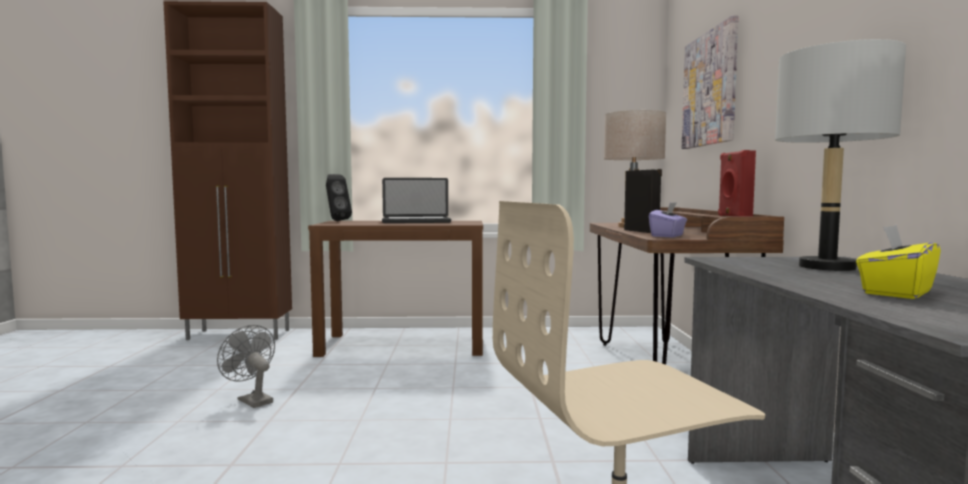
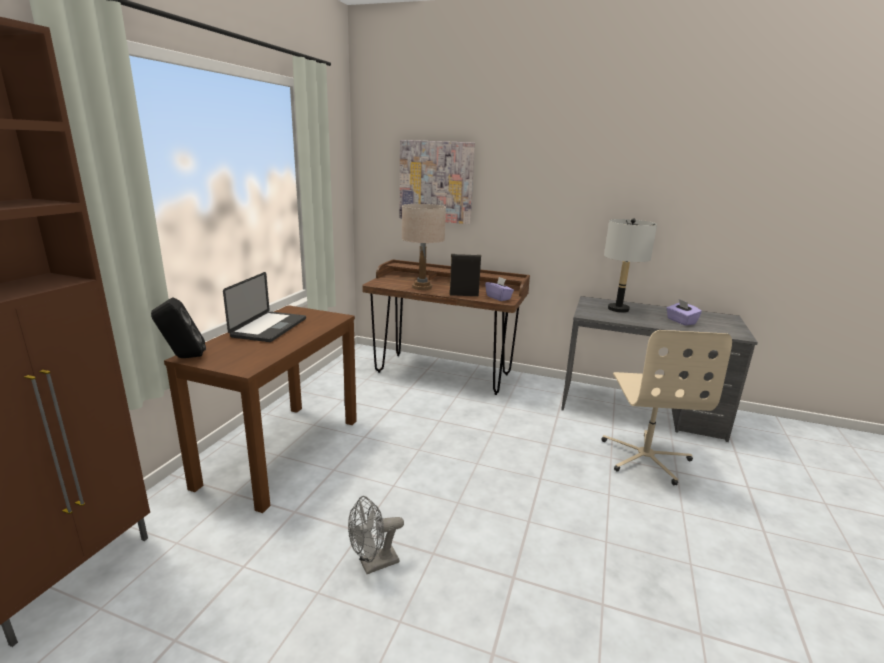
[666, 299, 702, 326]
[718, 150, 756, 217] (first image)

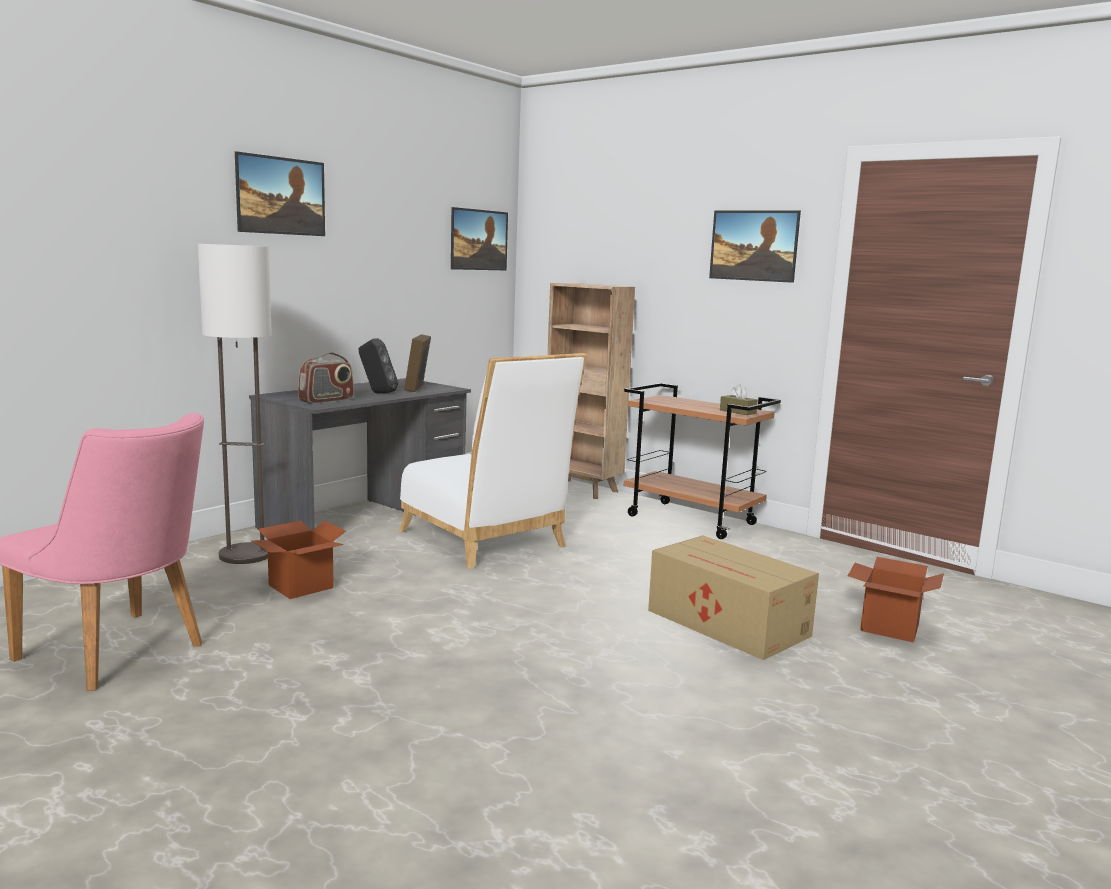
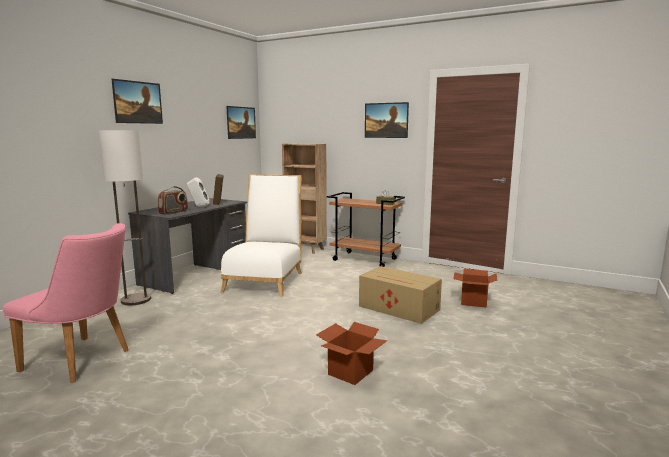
[187, 177, 210, 207]
[220, 174, 302, 297]
[316, 322, 388, 385]

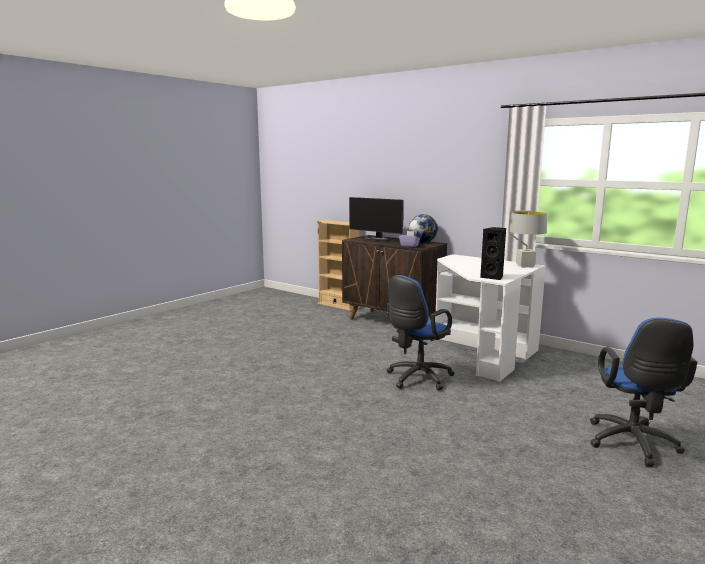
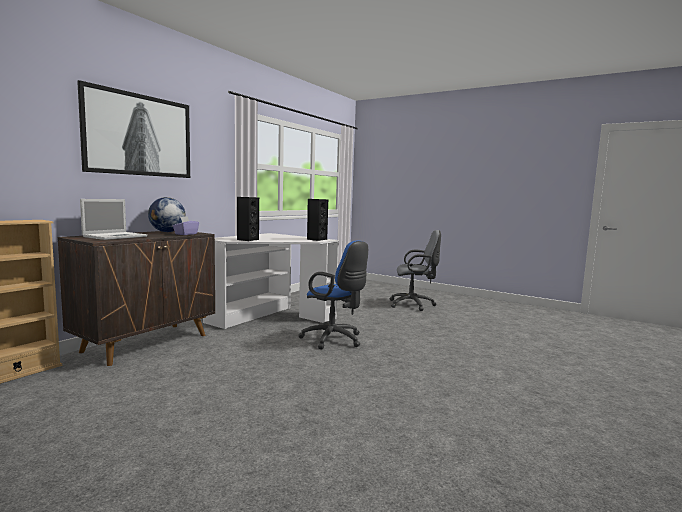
[77, 80, 190, 178]
[80, 199, 147, 240]
[237, 197, 259, 241]
[389, 230, 441, 311]
[508, 211, 547, 268] (first image)

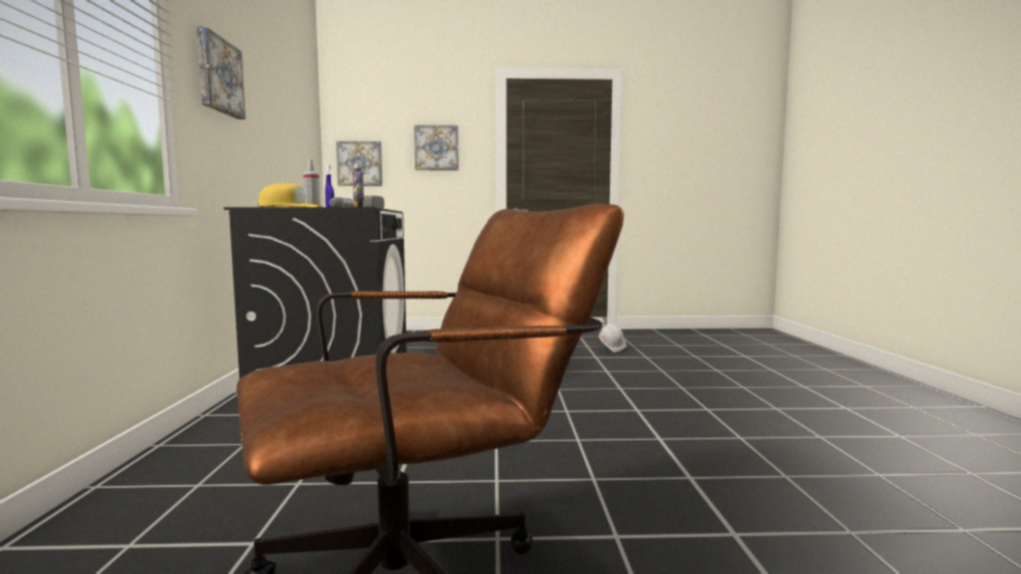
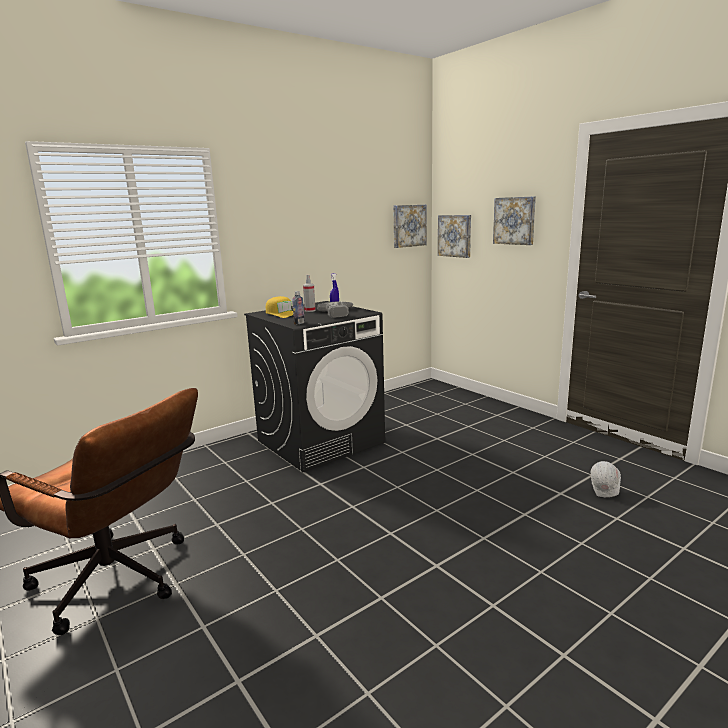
[393, 205, 427, 248]

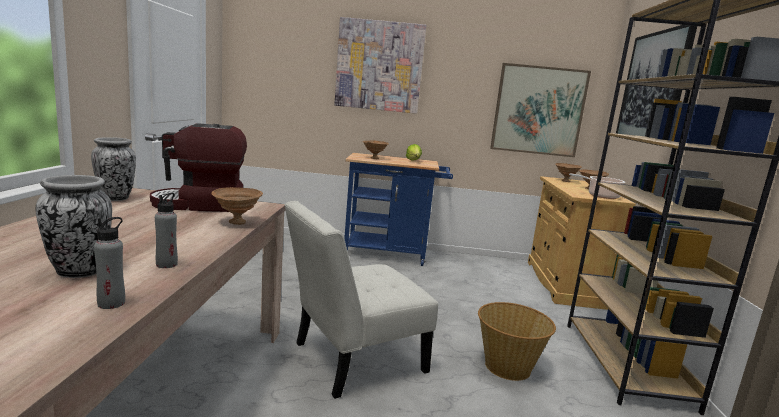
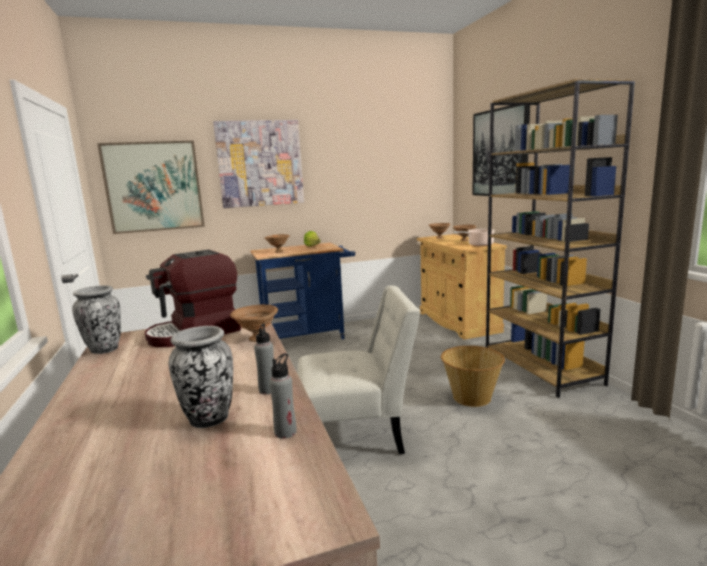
[97, 141, 205, 234]
[297, 286, 420, 454]

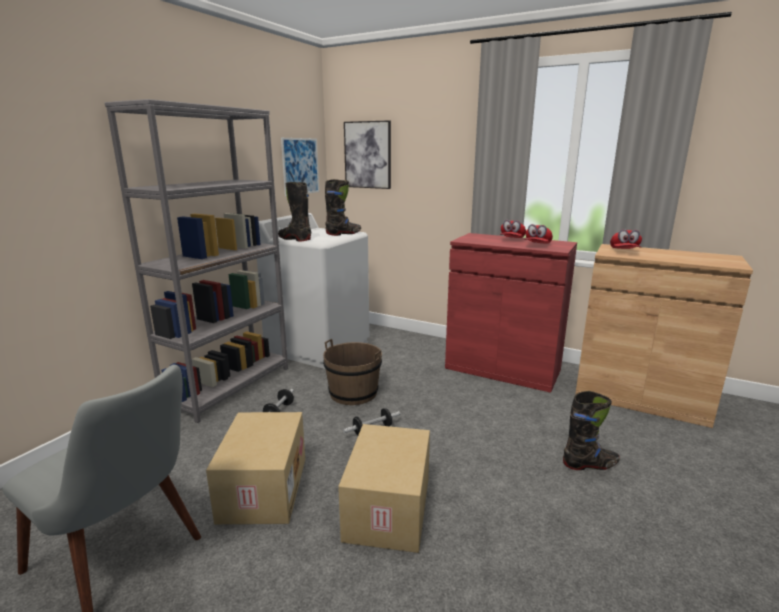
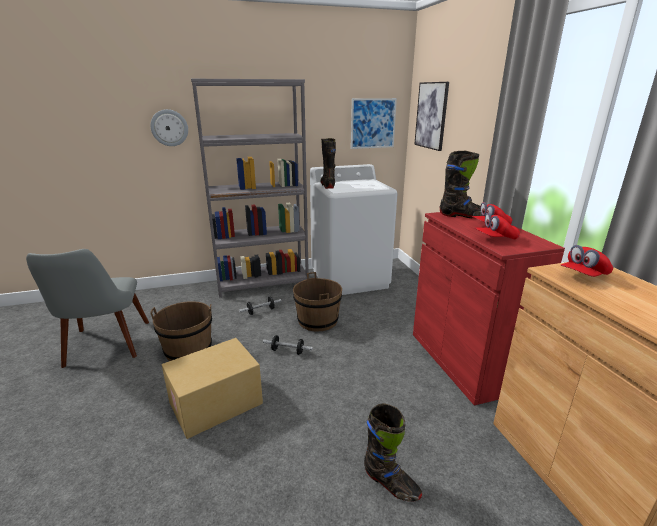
[150, 109, 188, 146]
[150, 301, 212, 361]
[440, 151, 482, 218]

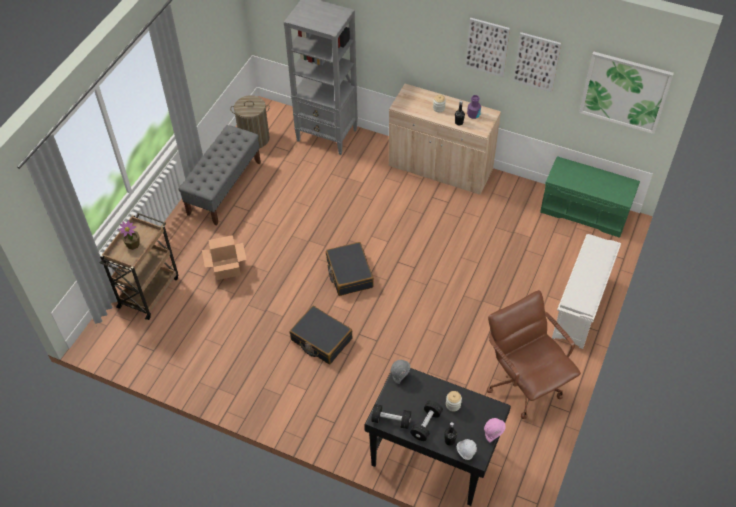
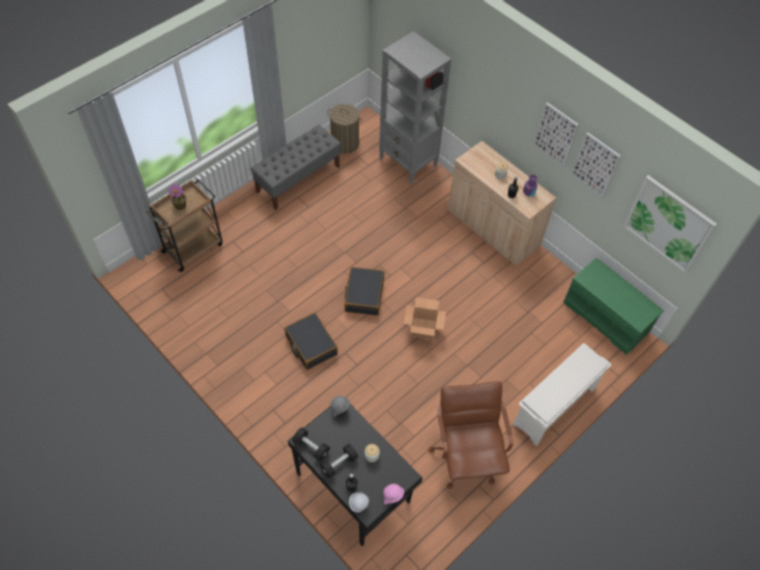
[404, 297, 446, 340]

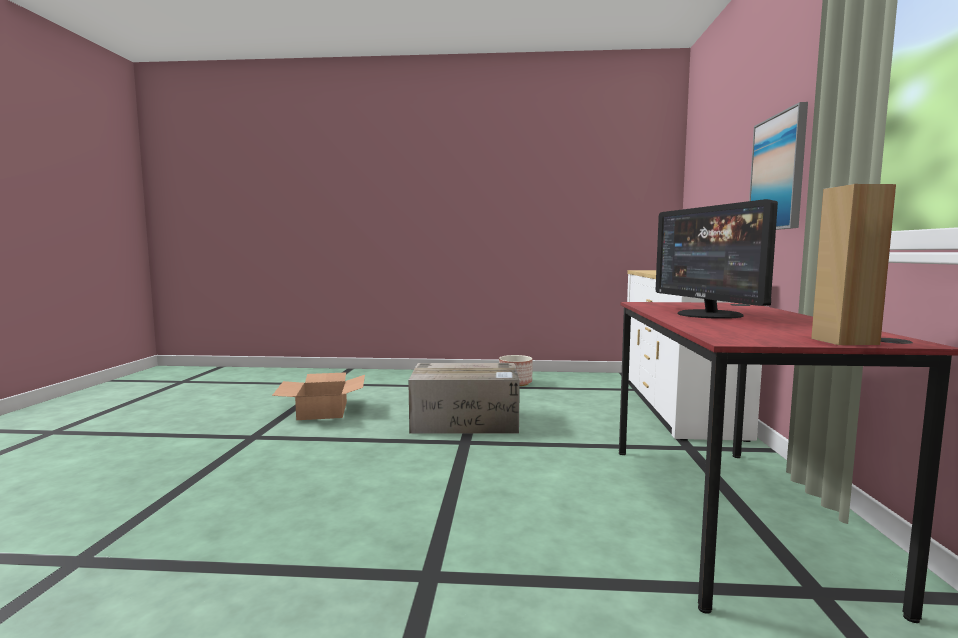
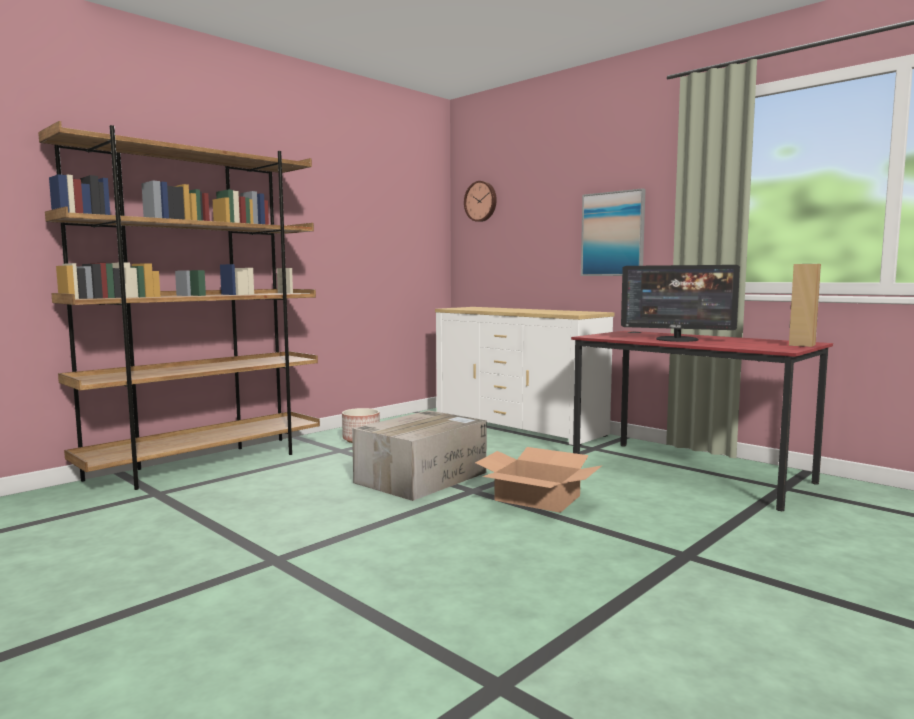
[38, 121, 320, 490]
[464, 181, 497, 222]
[475, 447, 601, 513]

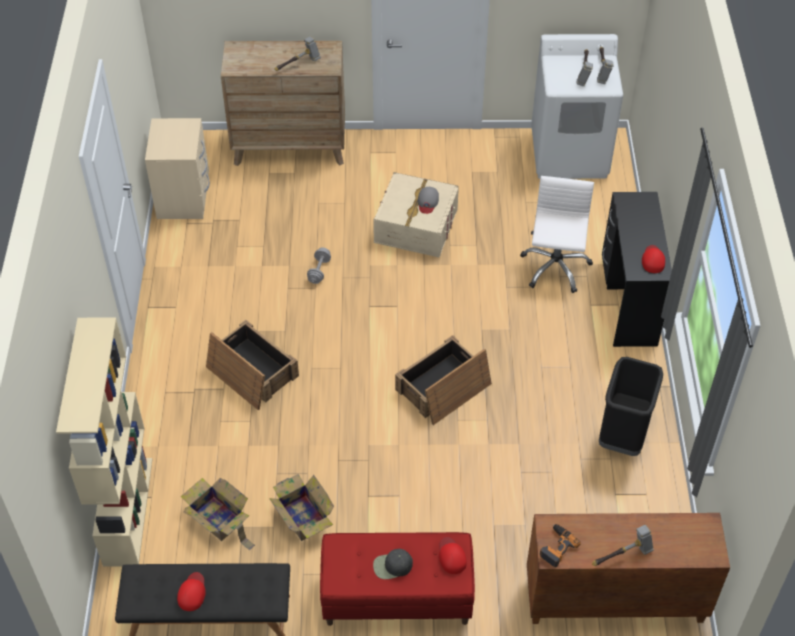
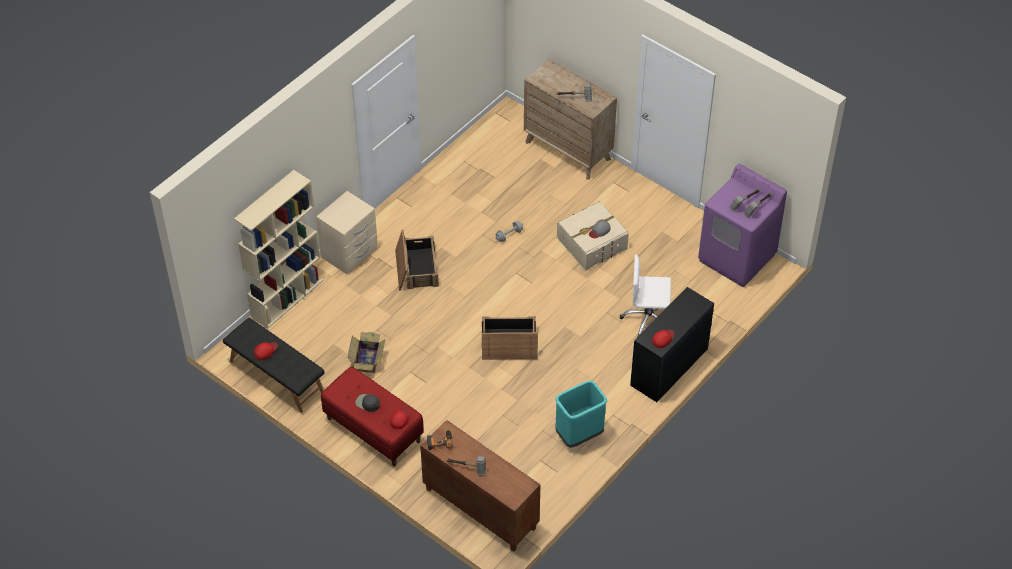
[316, 191, 378, 274]
[555, 381, 607, 448]
[620, 254, 671, 336]
[698, 164, 787, 287]
[181, 478, 255, 551] (first image)

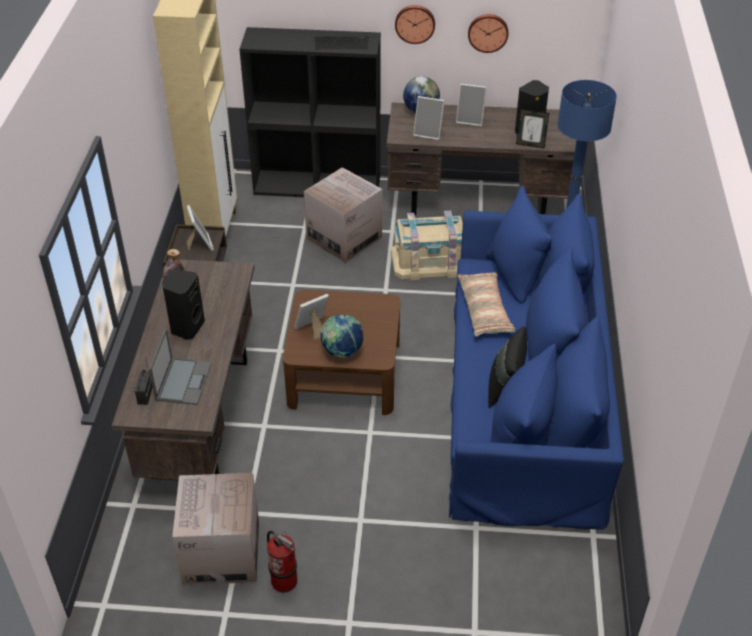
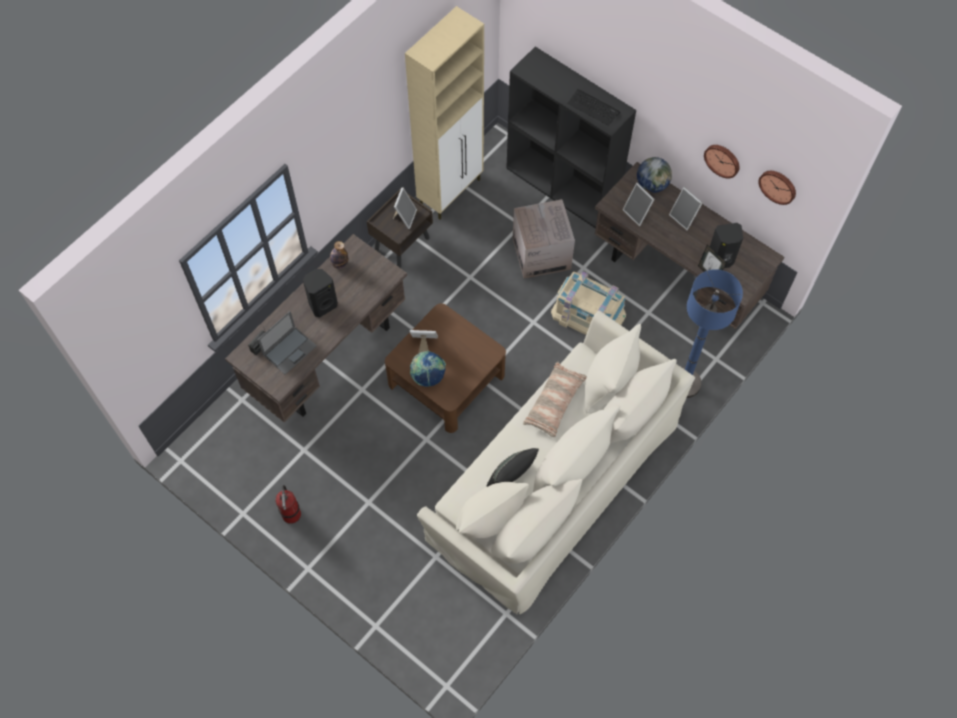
[417, 310, 695, 614]
[758, 171, 796, 205]
[172, 473, 259, 585] (first image)

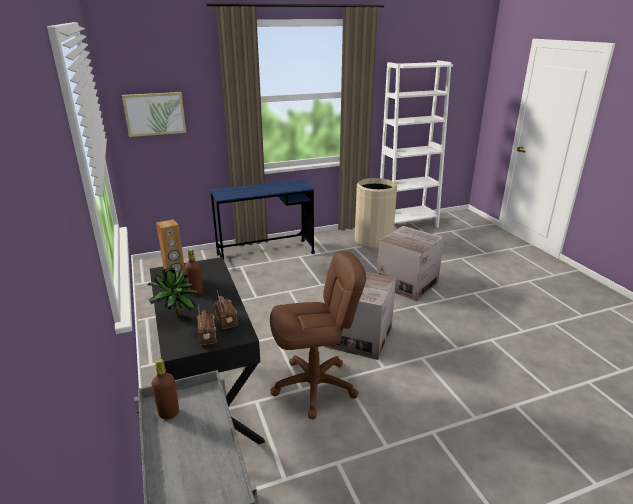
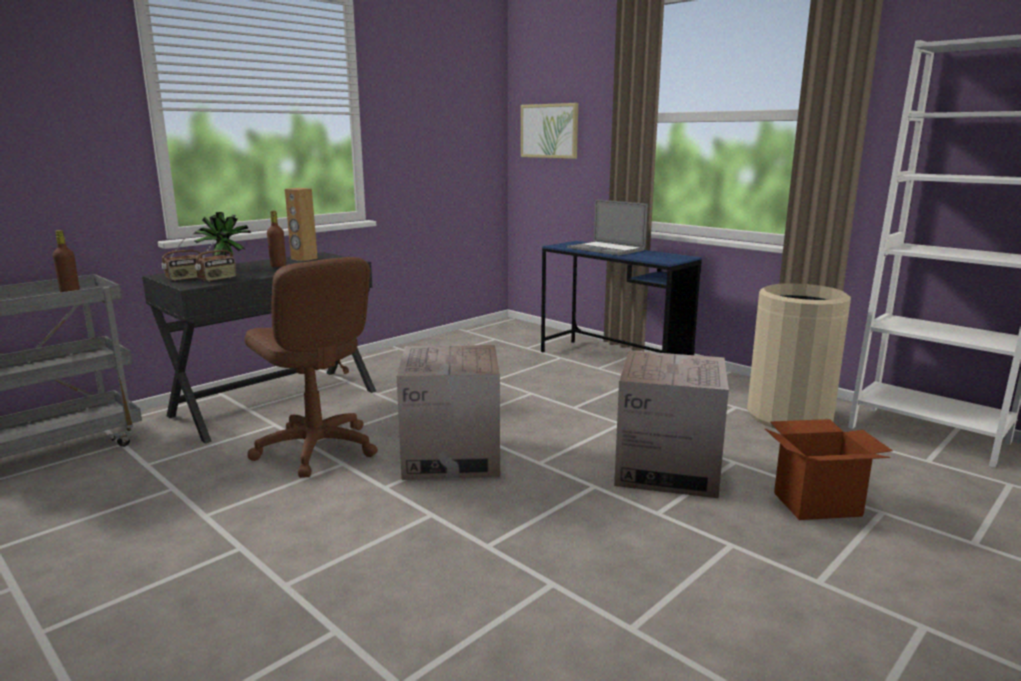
[567, 199, 648, 256]
[765, 419, 893, 520]

